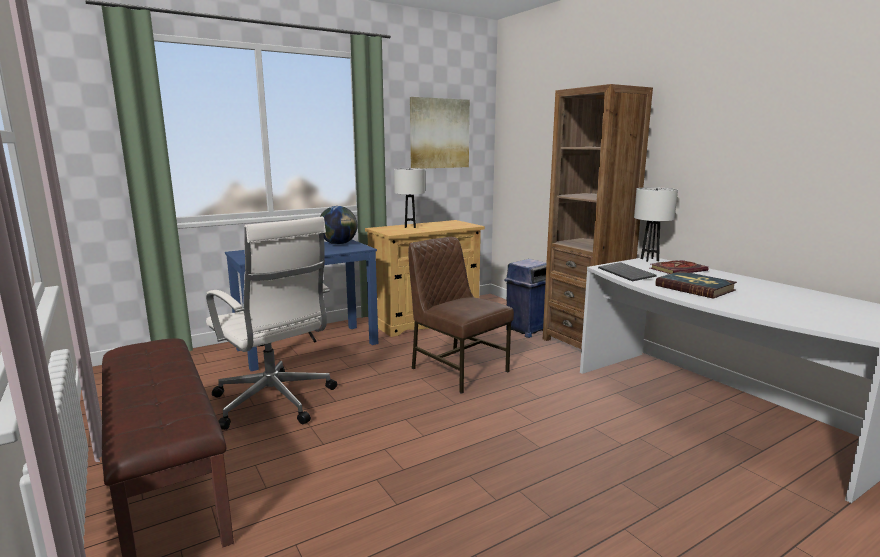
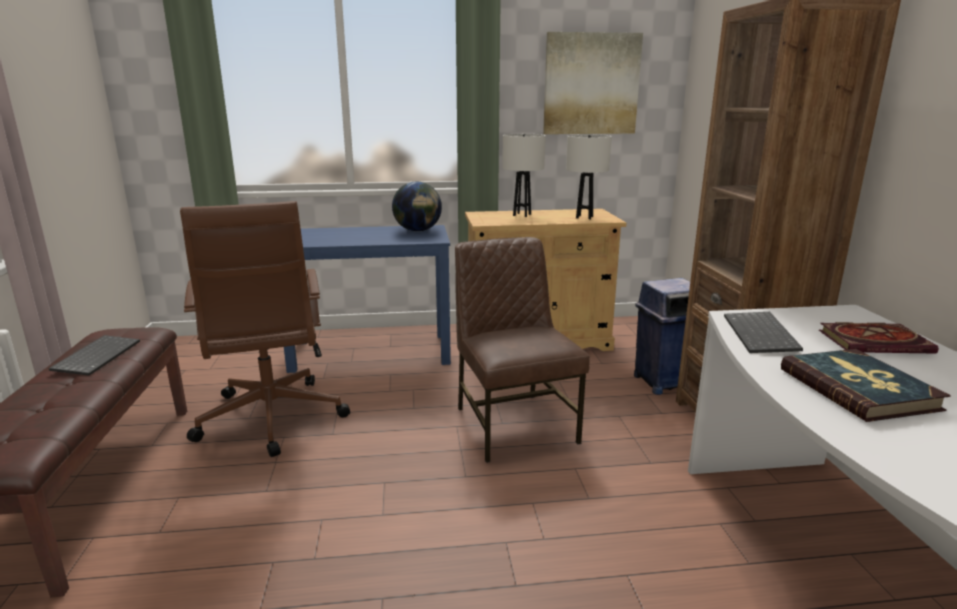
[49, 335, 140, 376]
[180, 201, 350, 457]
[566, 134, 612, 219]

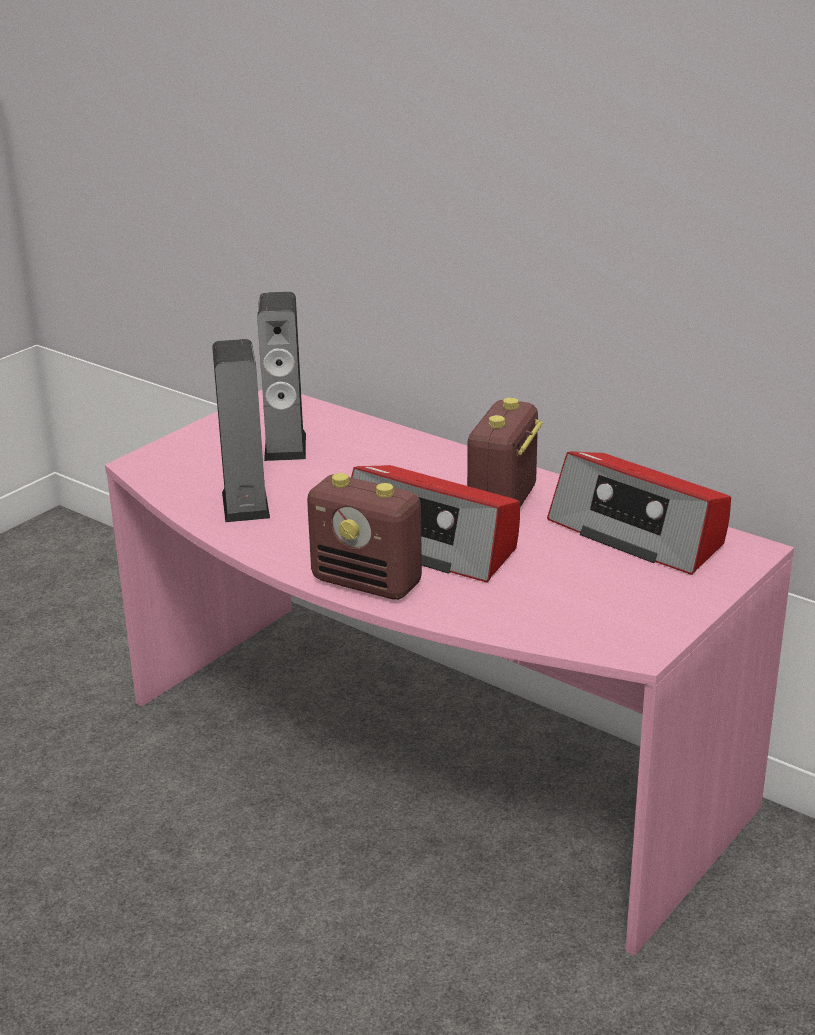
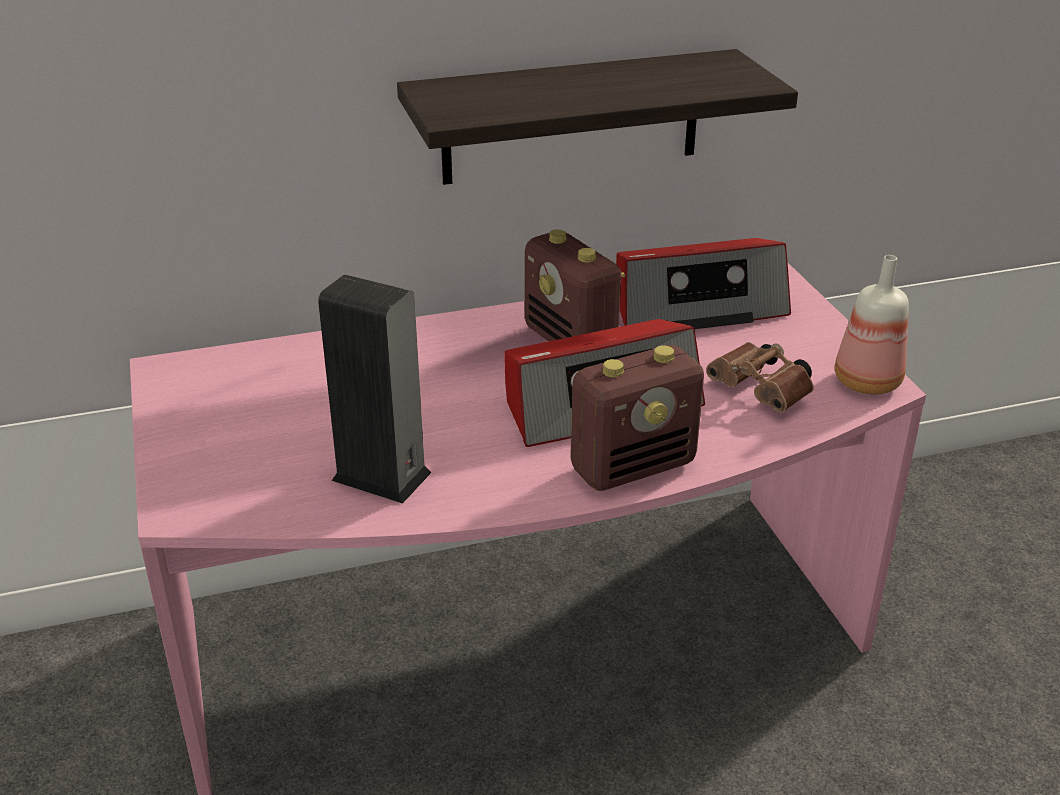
[397, 49, 798, 185]
[706, 342, 814, 413]
[835, 255, 909, 394]
[257, 292, 306, 461] (first image)

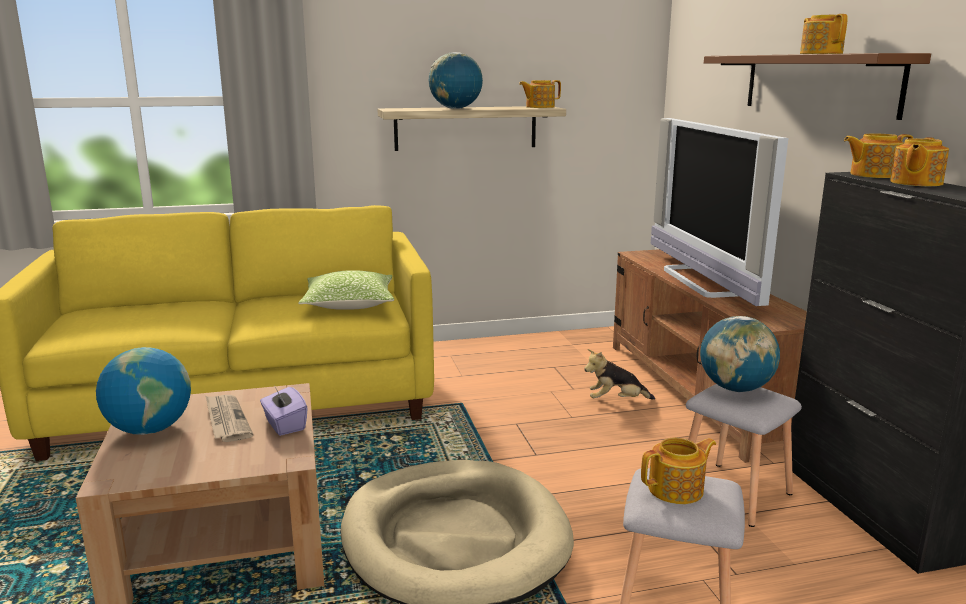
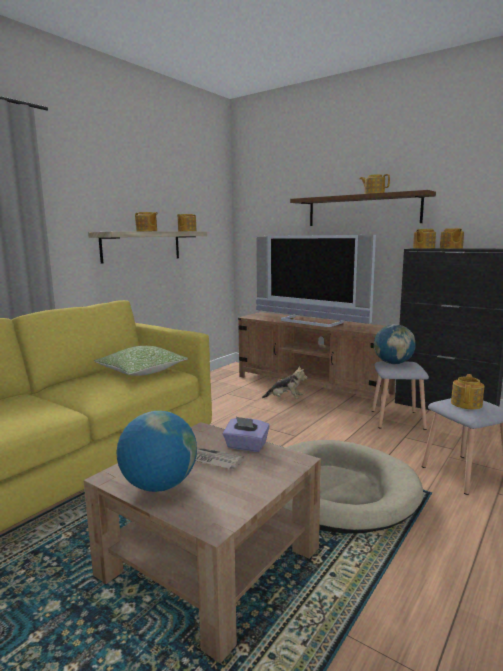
[135, 212, 158, 231]
[262, 366, 308, 399]

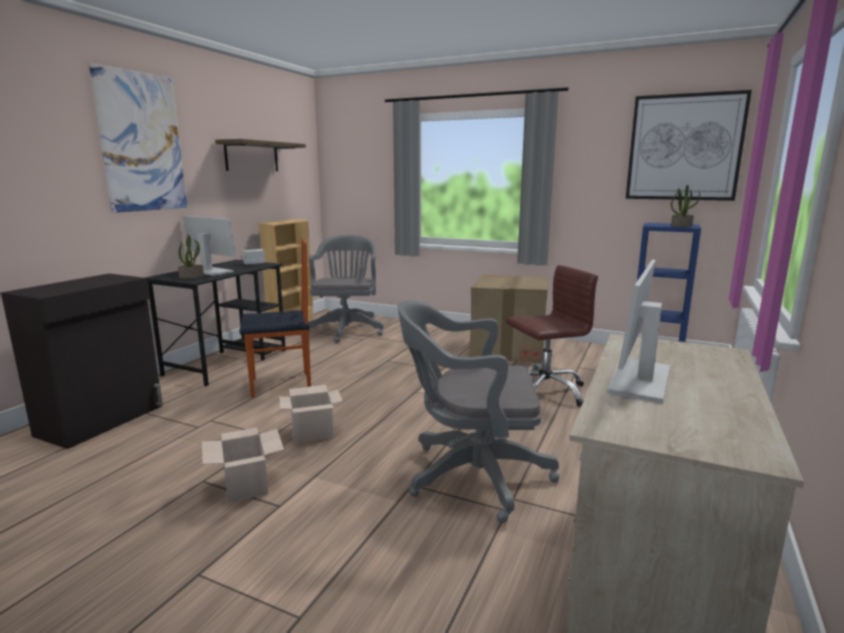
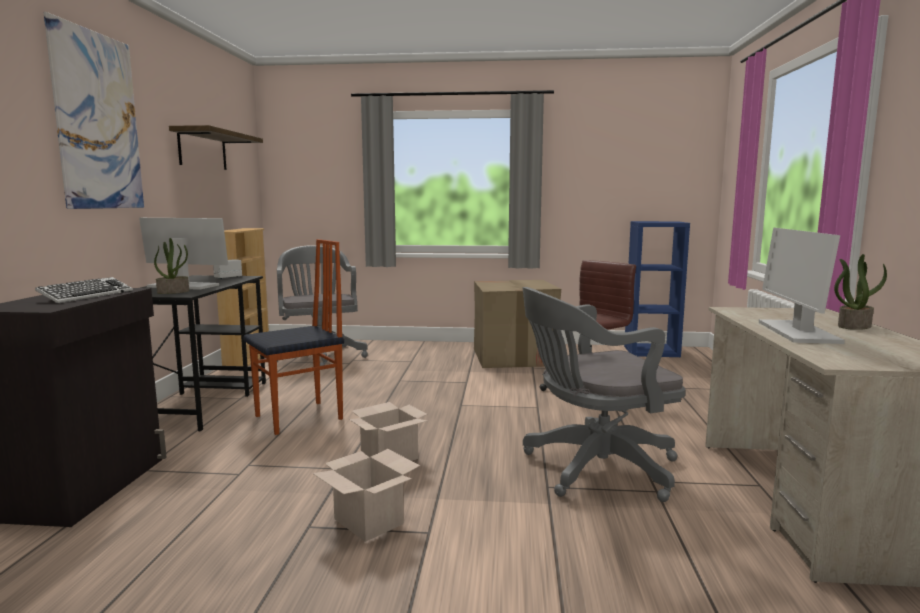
[35, 277, 133, 304]
[834, 254, 887, 330]
[626, 90, 752, 201] (first image)

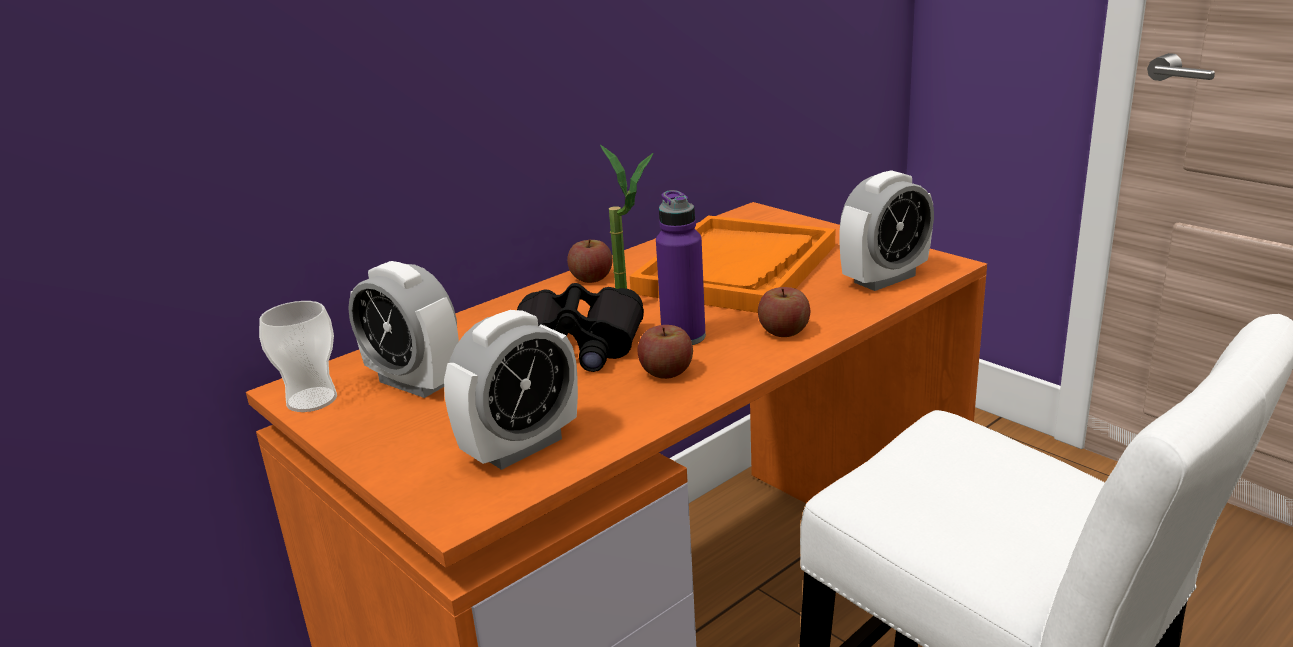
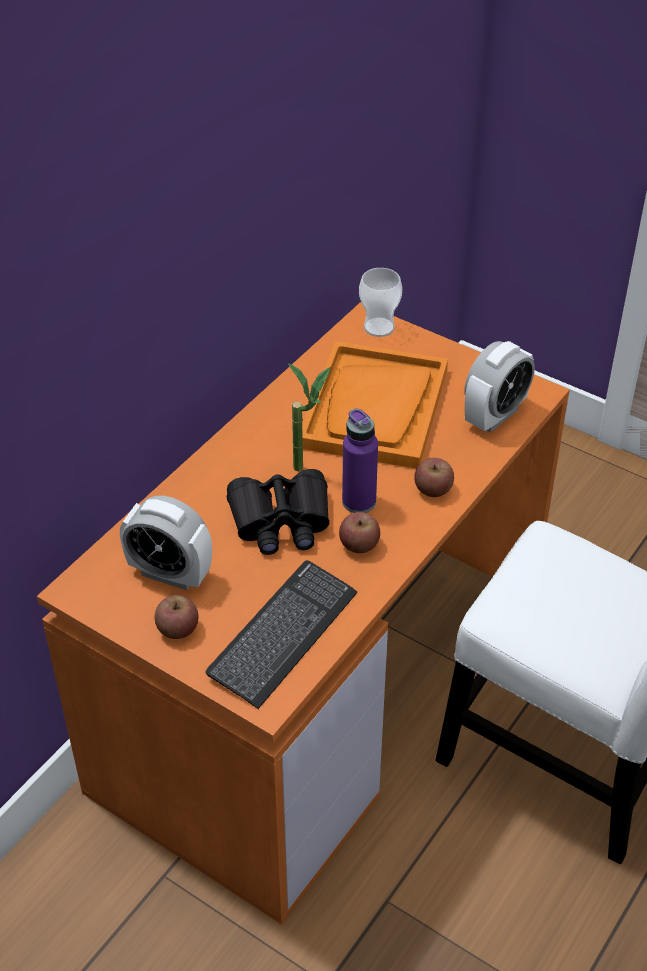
[154, 595, 199, 639]
[206, 560, 357, 709]
[359, 268, 402, 337]

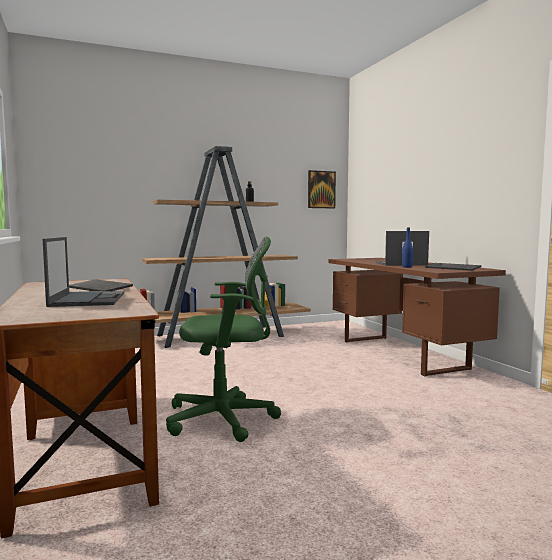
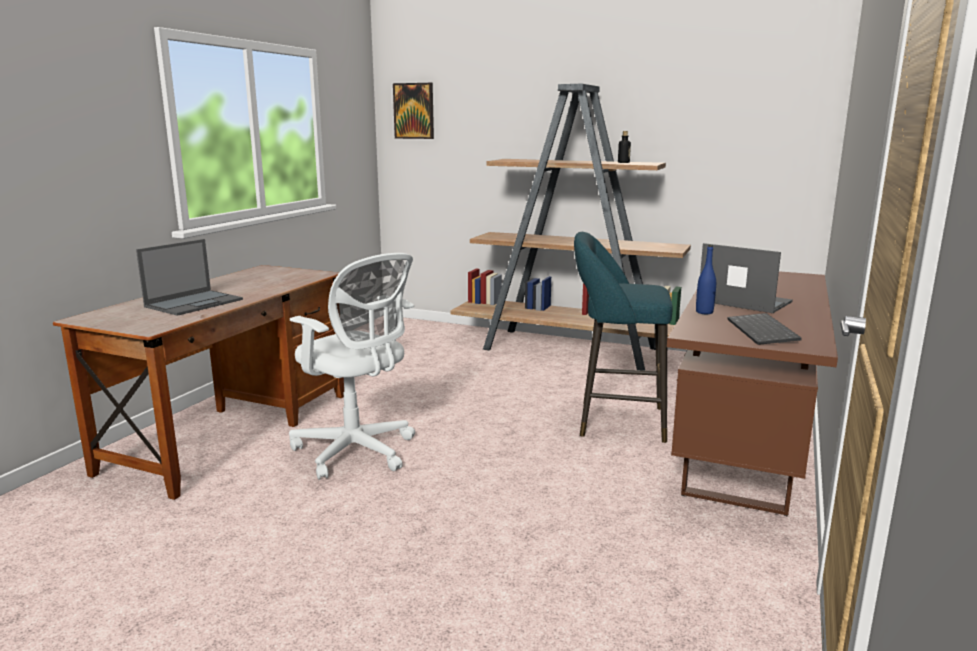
[289, 253, 415, 480]
[393, 83, 434, 139]
[574, 232, 672, 443]
[69, 279, 133, 291] (first image)

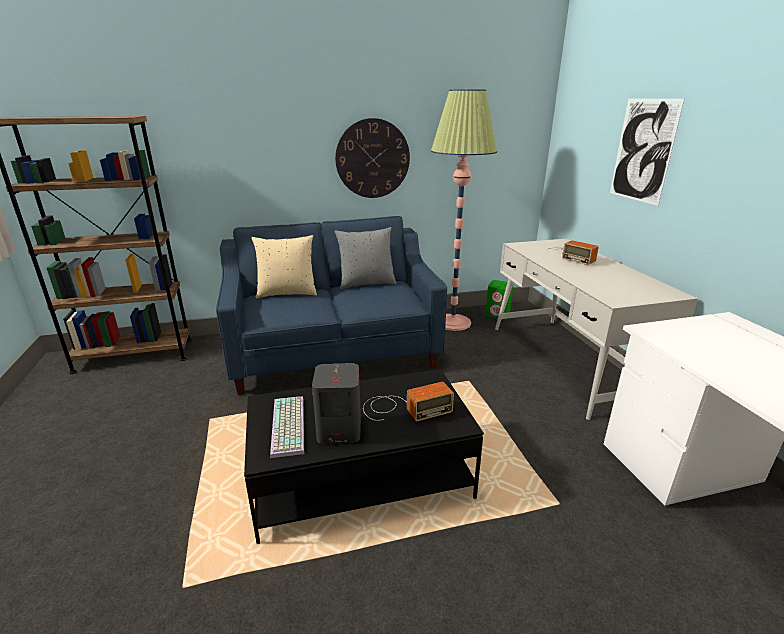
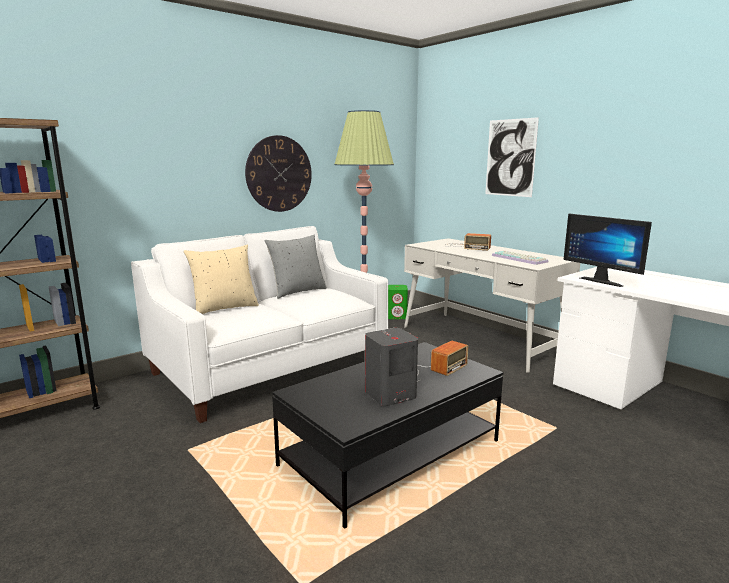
[131, 226, 388, 423]
[492, 251, 548, 265]
[563, 213, 652, 287]

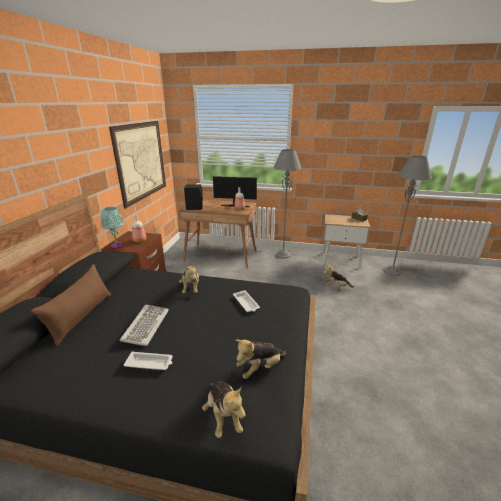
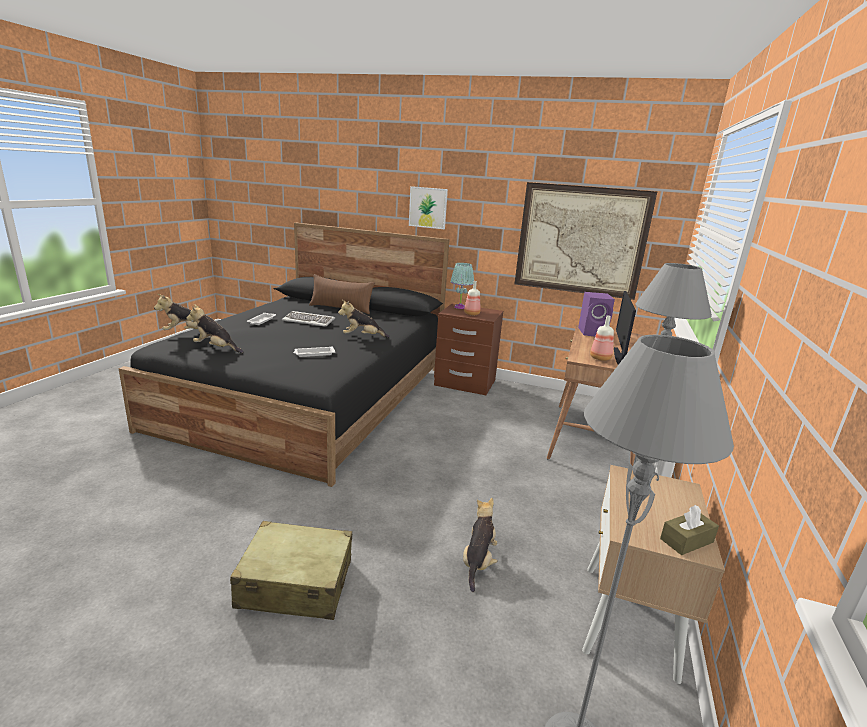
[186, 304, 243, 353]
[230, 521, 352, 620]
[409, 186, 448, 229]
[578, 292, 615, 337]

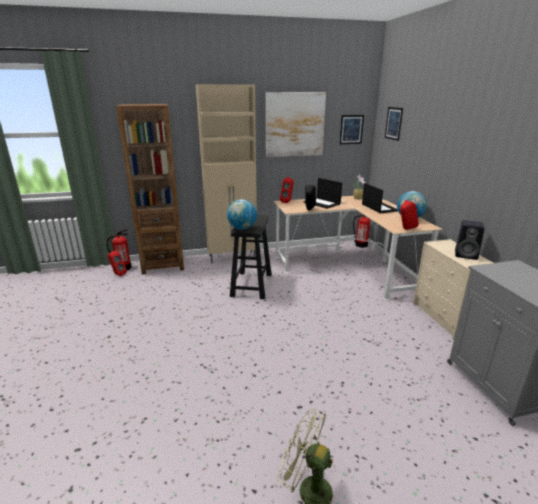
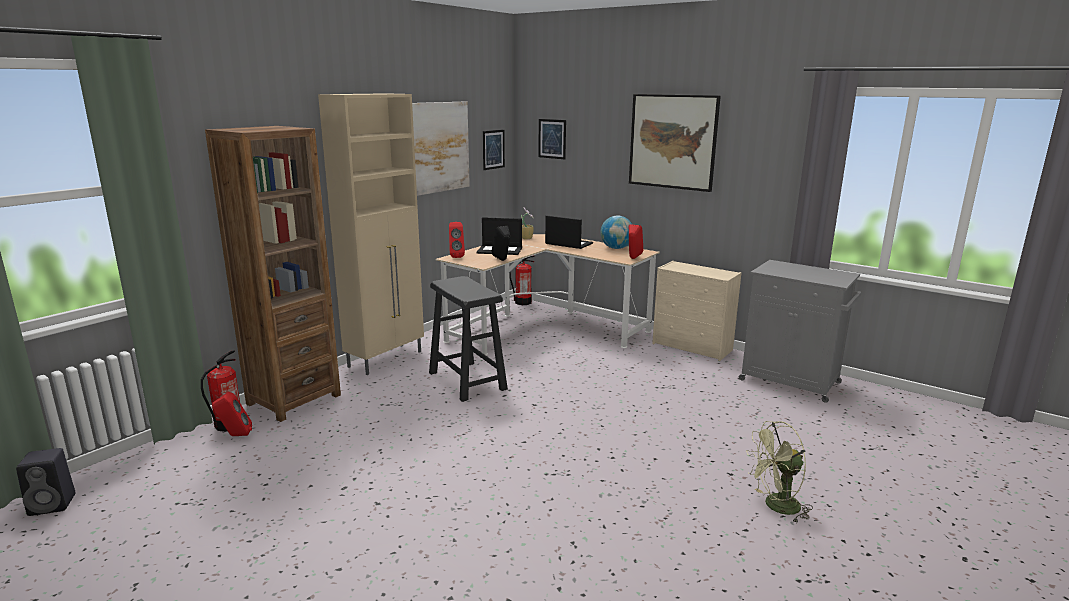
[16, 448, 75, 516]
[629, 94, 721, 192]
[227, 199, 257, 230] (first image)

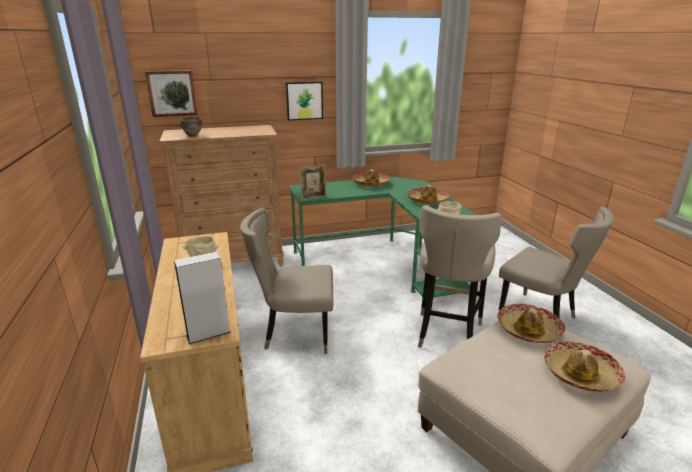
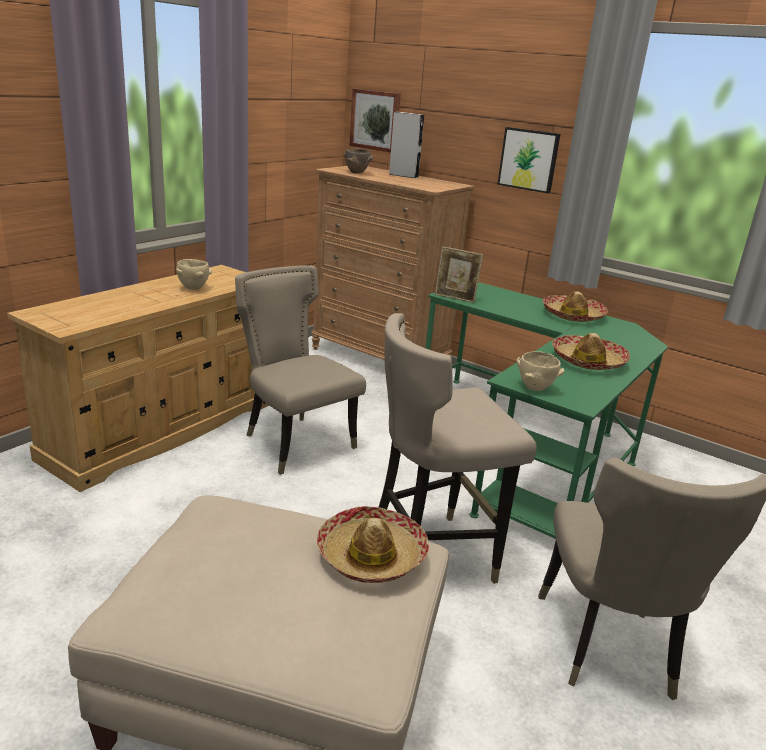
[389, 112, 424, 178]
[544, 341, 625, 392] (first image)

